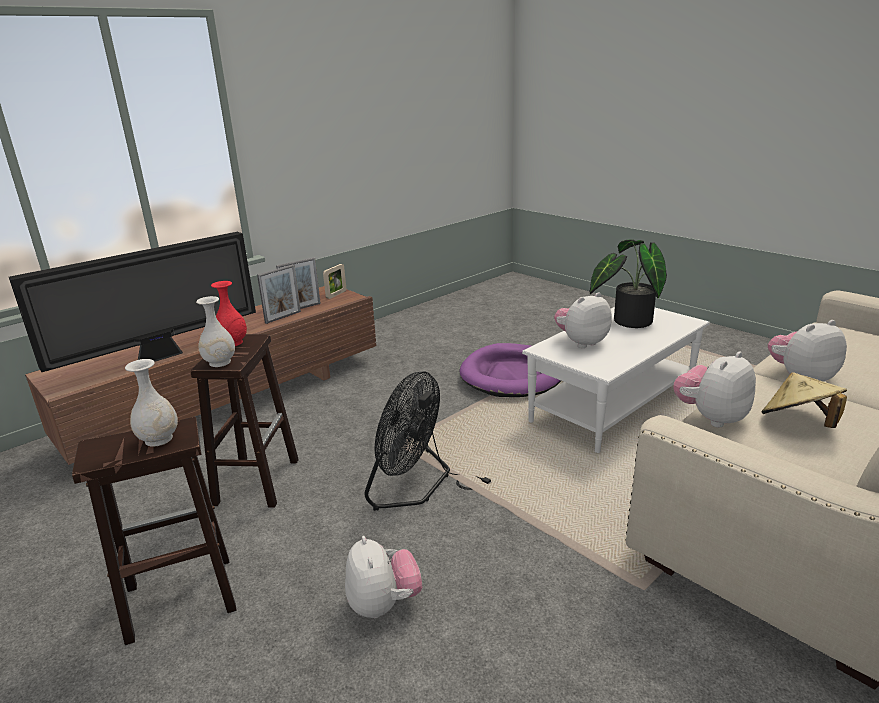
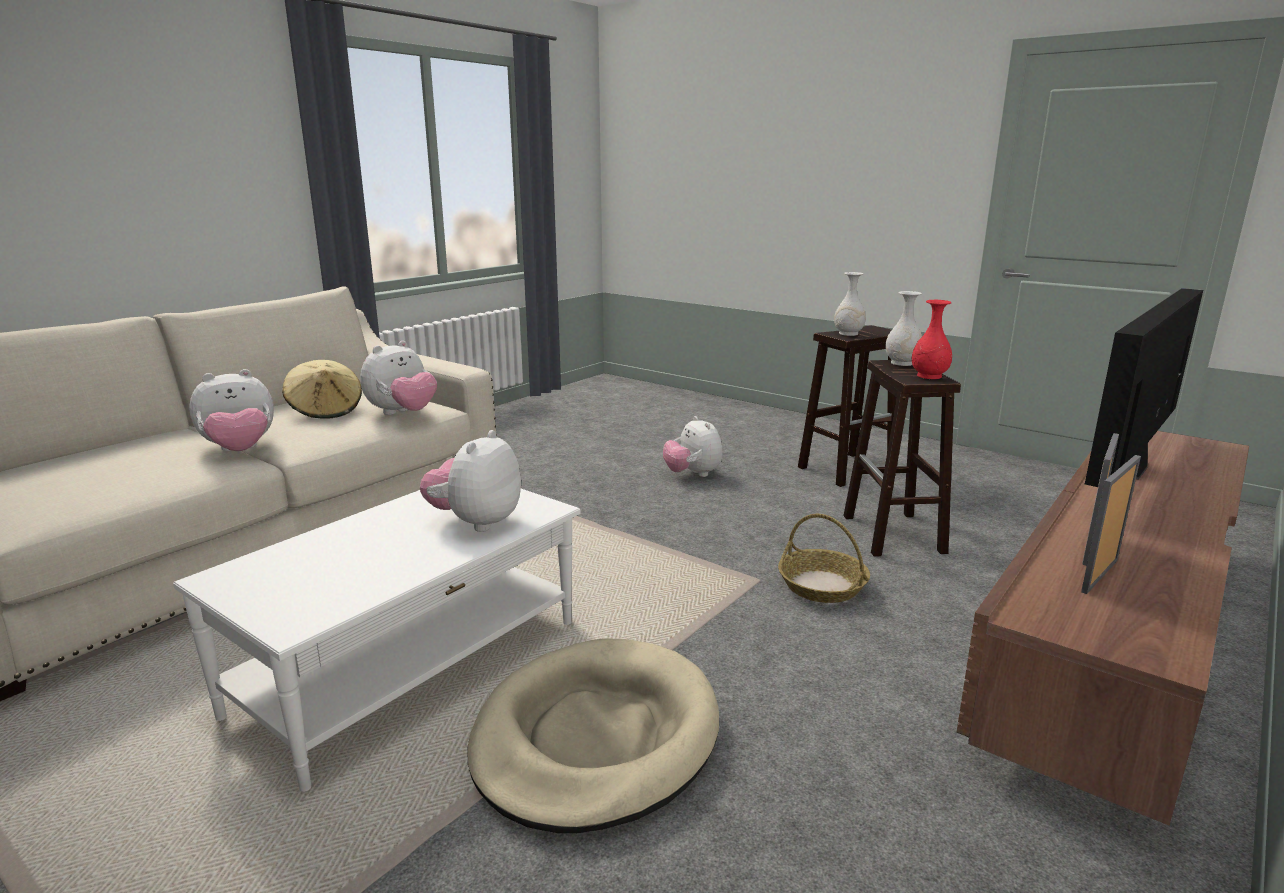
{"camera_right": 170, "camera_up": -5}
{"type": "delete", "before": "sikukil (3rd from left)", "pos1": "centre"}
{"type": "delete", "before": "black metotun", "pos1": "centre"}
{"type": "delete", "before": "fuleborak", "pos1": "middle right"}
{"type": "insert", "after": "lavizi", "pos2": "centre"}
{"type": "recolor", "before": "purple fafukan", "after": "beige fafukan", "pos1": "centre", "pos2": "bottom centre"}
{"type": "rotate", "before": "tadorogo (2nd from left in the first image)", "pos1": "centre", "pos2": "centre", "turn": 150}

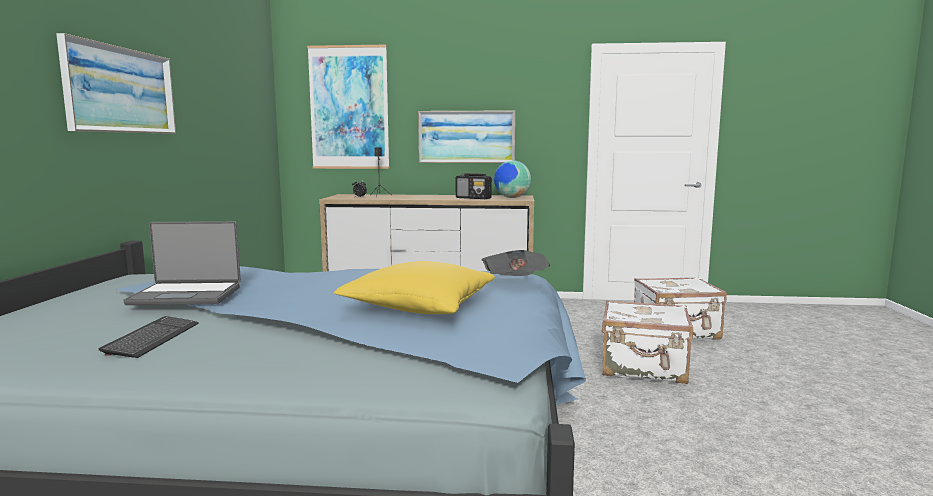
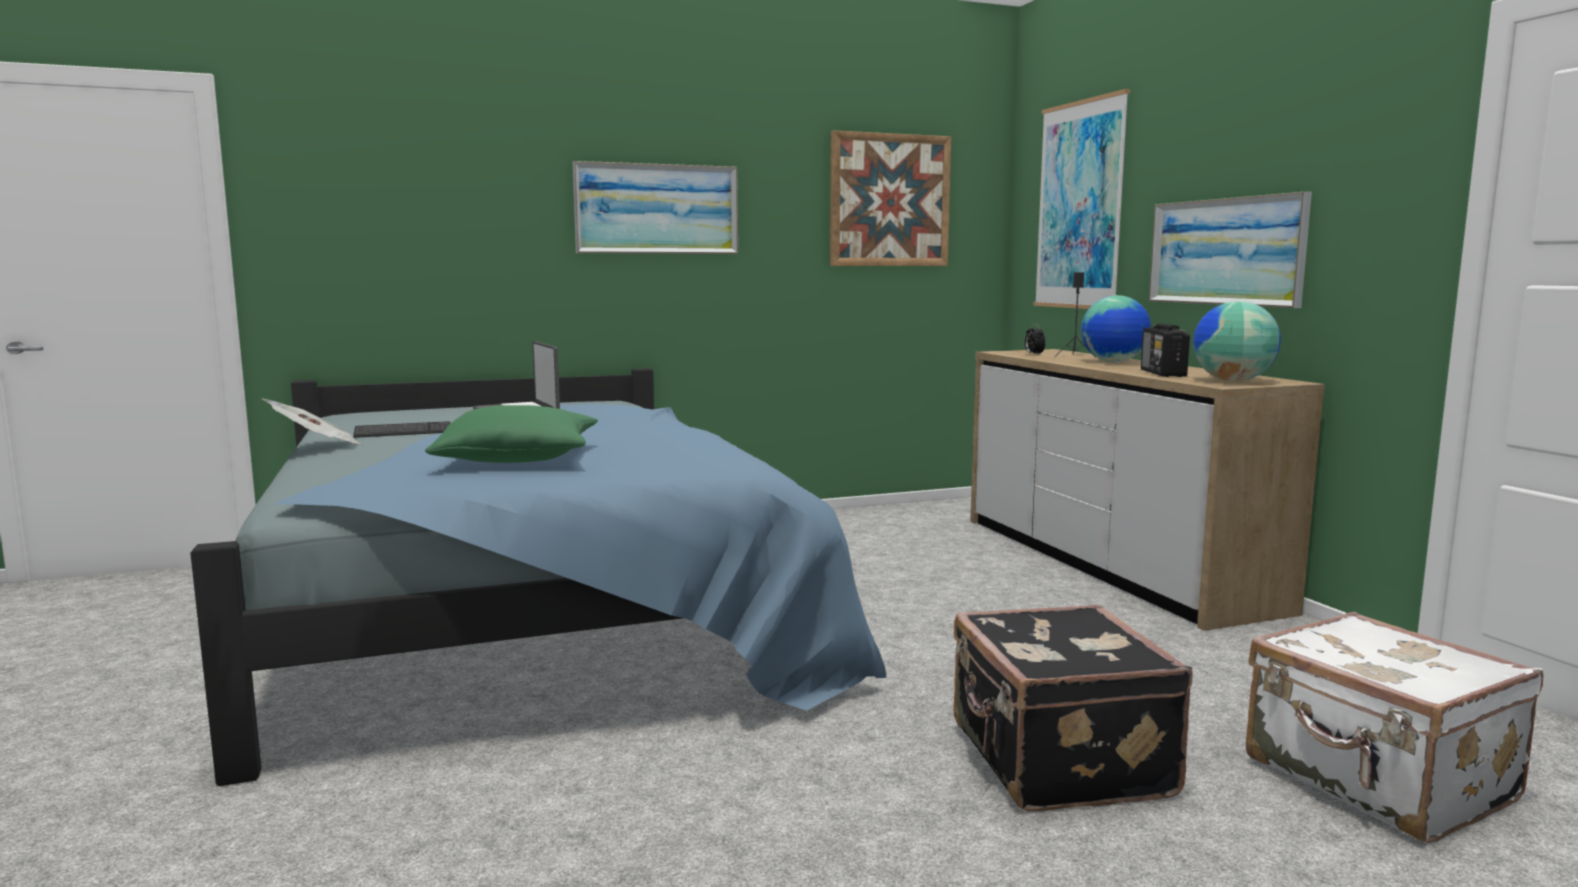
{"camera_right": 65, "camera_up": 0}
{"type": "insert", "after": "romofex (2nd from left)", "pos2": "top centre"}
{"type": "insert", "after": "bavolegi (1st from left)", "pos2": "middle right"}
{"type": "move", "before": "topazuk", "pos1": "centre", "pos2": "middle left"}
{"type": "recolor", "before": "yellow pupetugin", "after": "green pupetugin", "pos1": "centre", "pos2": "middle left"}
{"type": "recolor", "before": "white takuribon (1st from left)", "after": "black takuribon", "pos1": "bottom right", "pos2": "bottom right"}

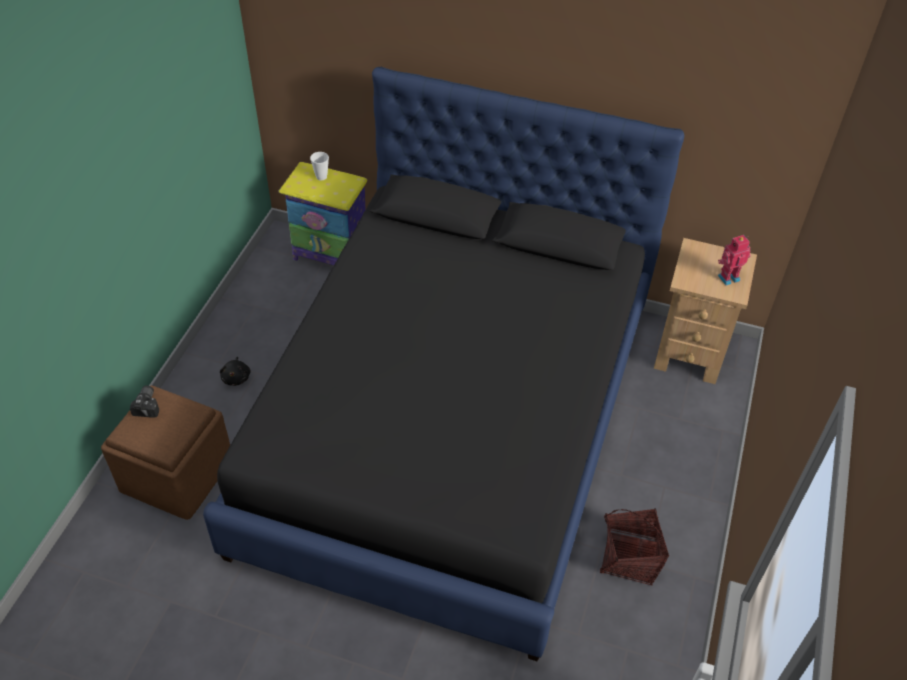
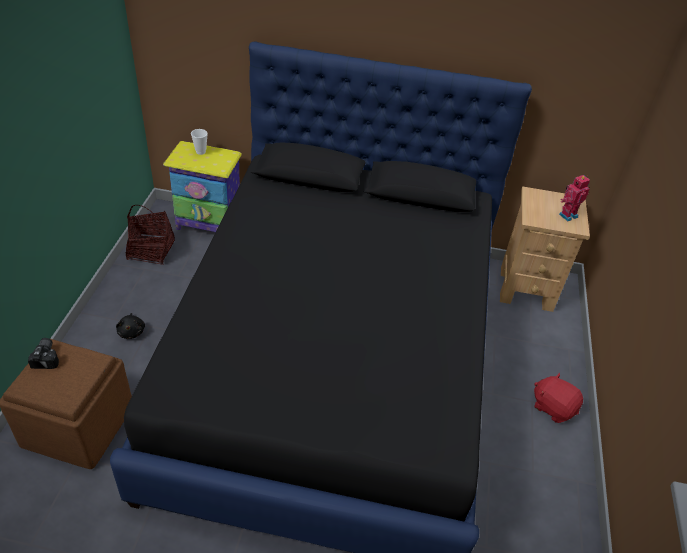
{"camera_right": -10, "camera_up": -5}
{"type": "insert", "after": "red tadorogo", "pos2": "bottom right"}
{"type": "move", "before": "lavizi", "pos1": "bottom right", "pos2": "middle left"}

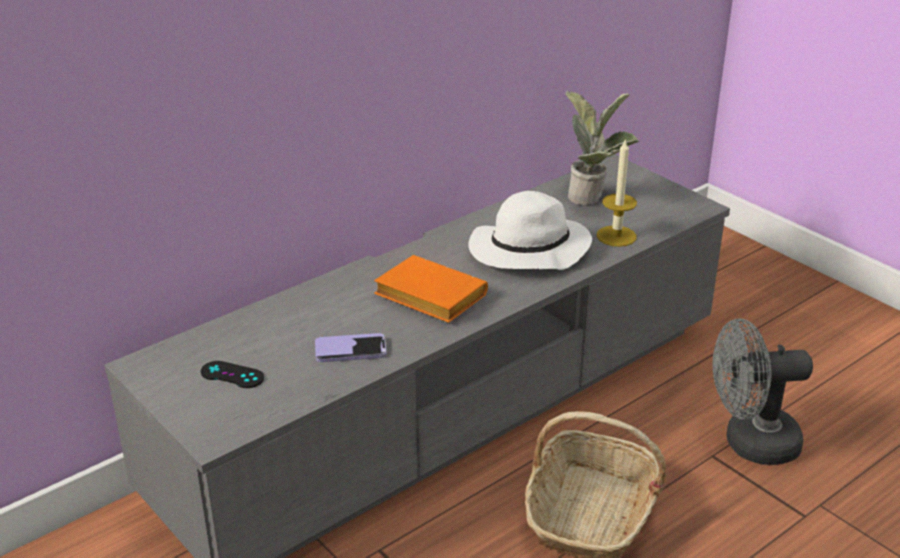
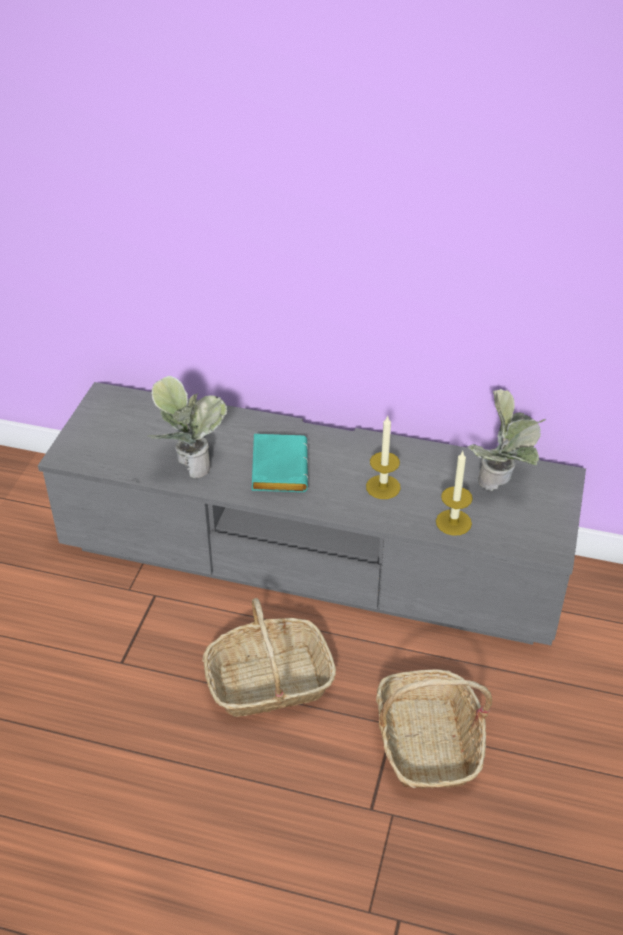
{"camera_right": 55, "camera_up": 10}
{"type": "delete", "before": "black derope", "pos1": "bottom left"}
{"type": "replace", "before": "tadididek", "after": "fuleborak (1st from left)", "pos1": "centre", "pos2": "middle left"}
{"type": "replace", "before": "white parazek", "after": "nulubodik (1st from left)", "pos1": "centre", "pos2": "centre"}
{"type": "replace", "before": "grey metotun", "after": "lavizi (2nd from left)", "pos1": "bottom right", "pos2": "bottom right"}
{"type": "recolor", "before": "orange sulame", "after": "turquoise sulame", "pos1": "centre", "pos2": "centre"}

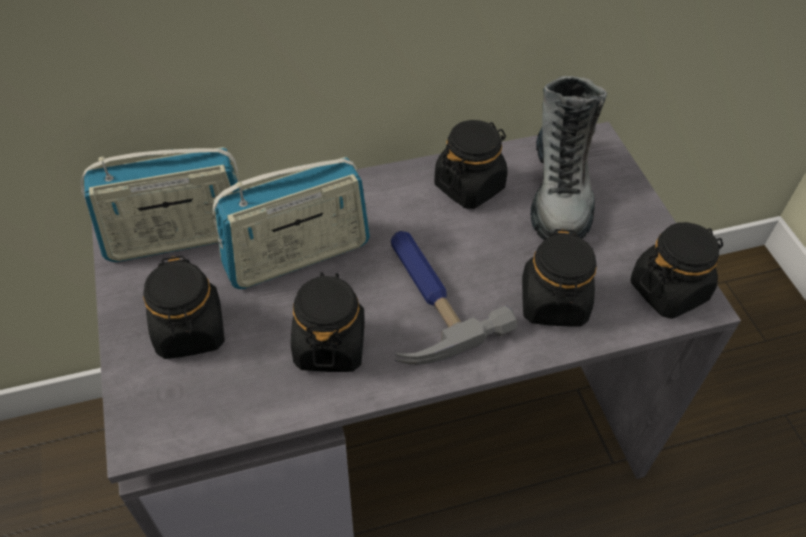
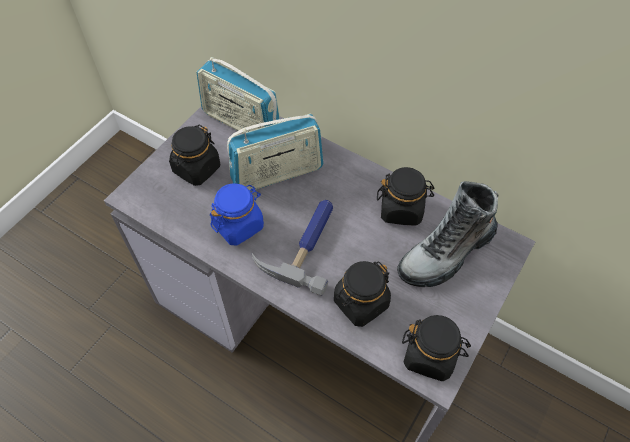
{"camera_right": 50, "camera_up": 5}
{"type": "recolor", "before": "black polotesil (2nd from left)", "after": "blue polotesil", "pos1": "centre", "pos2": "centre"}
{"type": "rotate", "before": "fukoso (2nd from left)", "pos1": "centre", "pos2": "centre", "turn": -45}

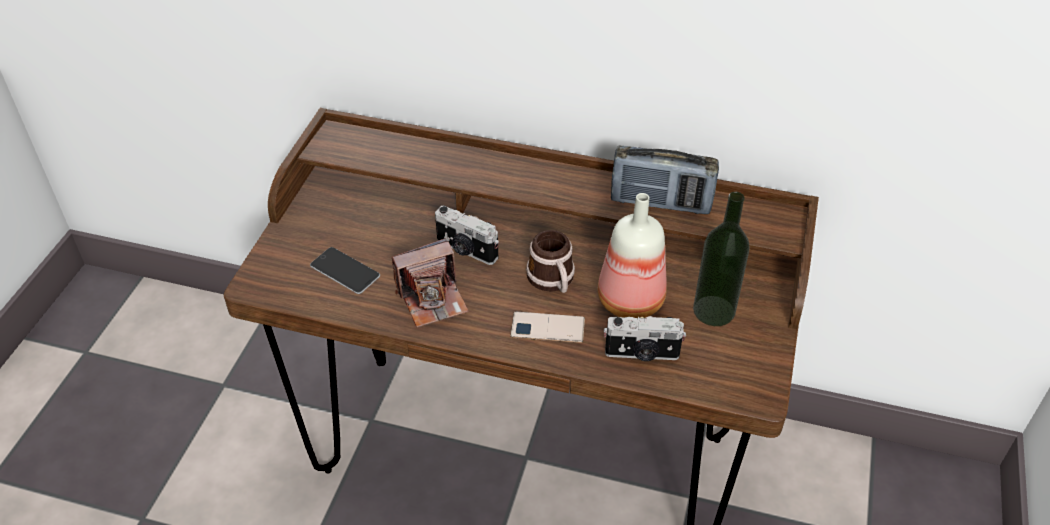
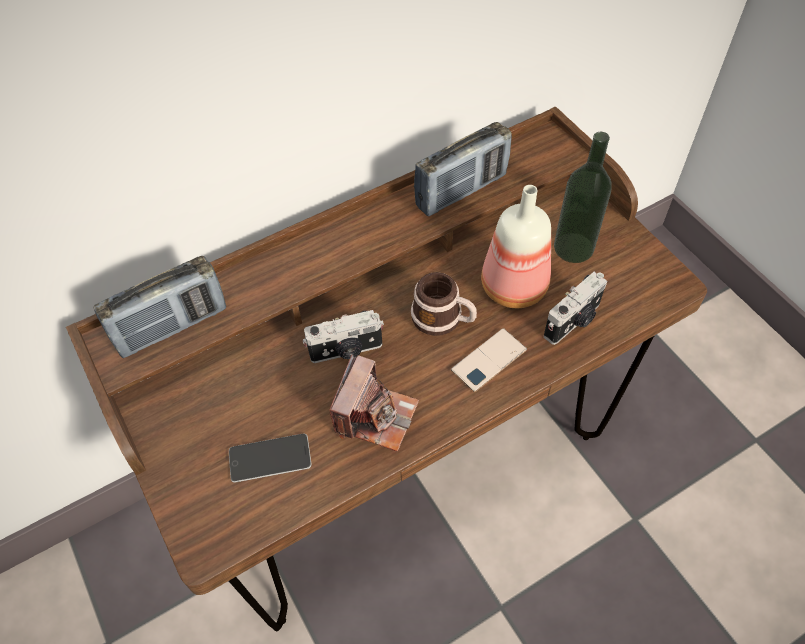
{"camera_right": -45, "camera_up": 10}
{"type": "insert", "after": "fukoso (1st from left)", "pos2": "middle left"}

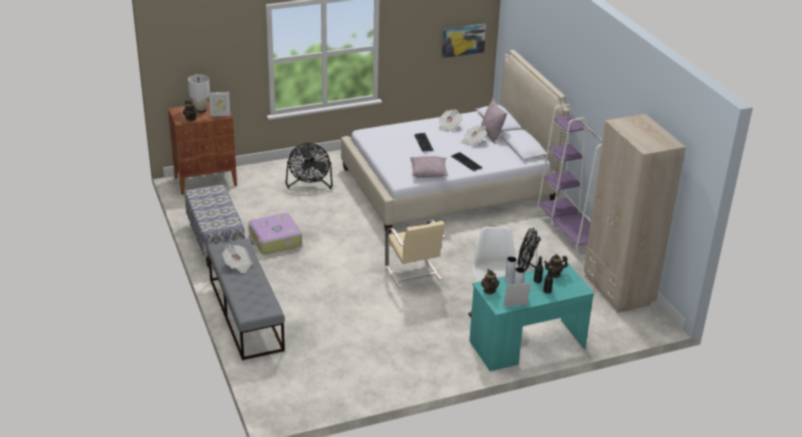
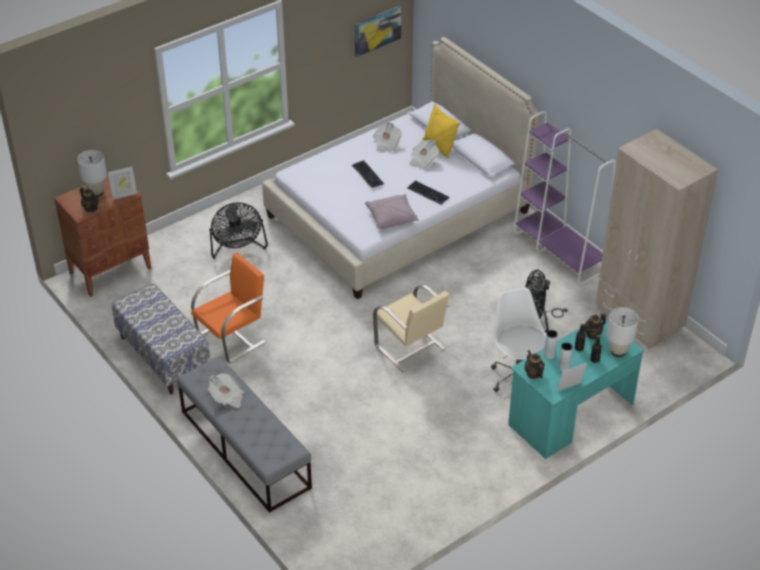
{"camera_right": -15, "camera_up": 10}
{"type": "insert", "after": "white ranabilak (2nd from left)", "pos2": "middle right"}
{"type": "replace", "before": "takuribon", "after": "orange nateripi", "pos1": "centre", "pos2": "middle left"}
{"type": "recolor", "before": "purple pupetugin (2nd from left)", "after": "yellow pupetugin", "pos1": "top centre", "pos2": "top centre"}

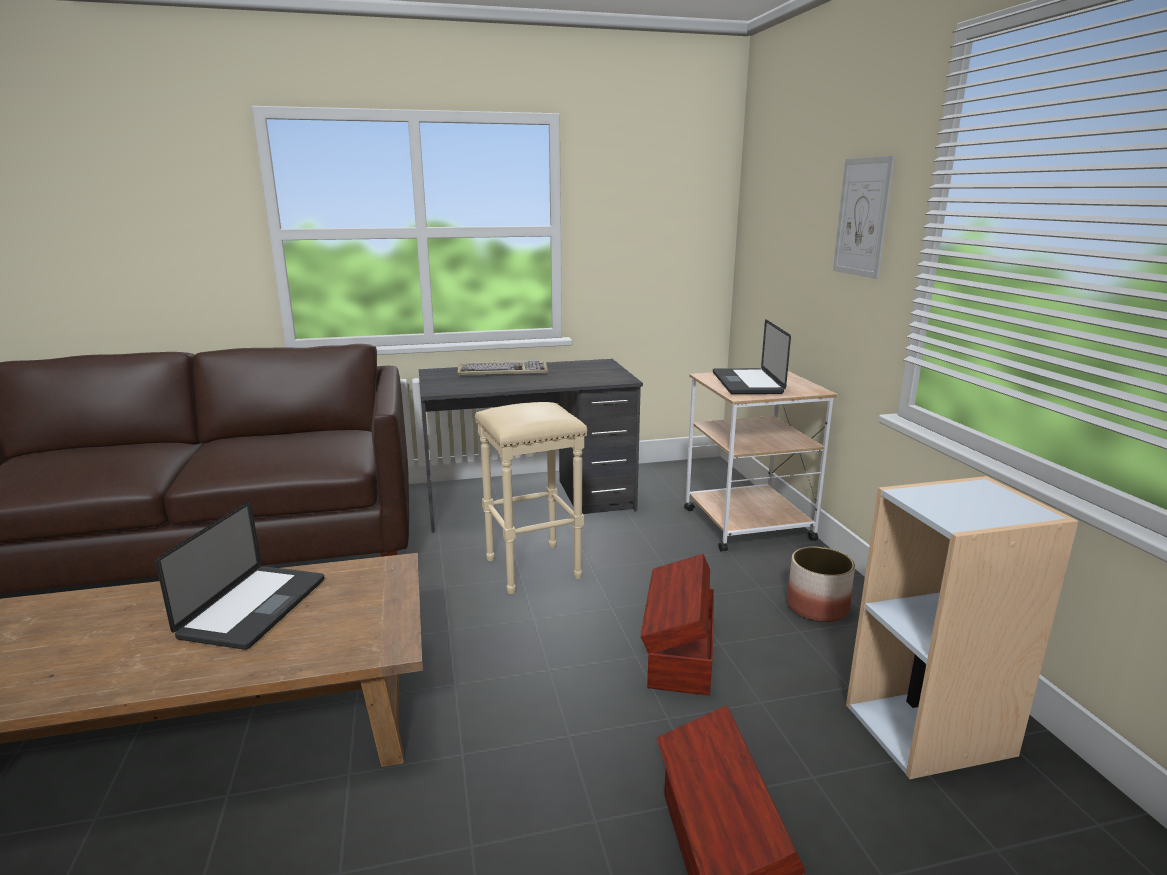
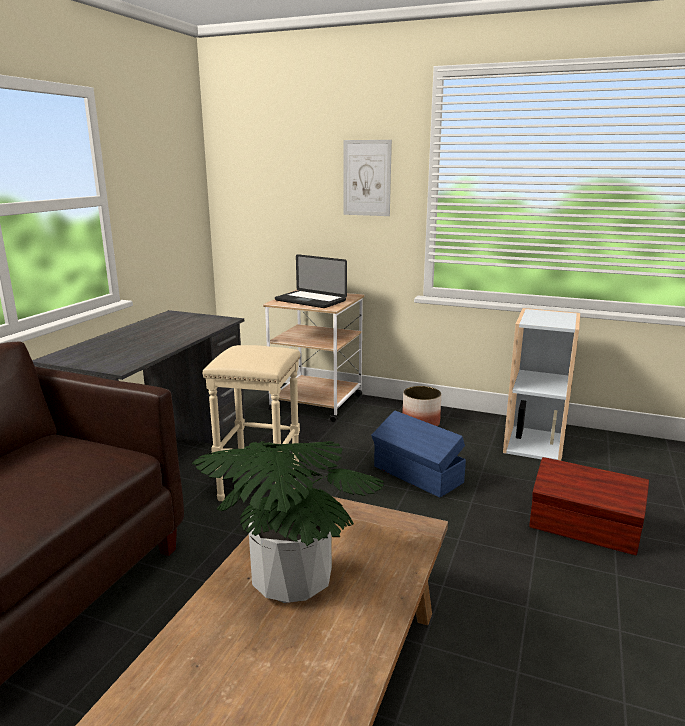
{"camera_right": -55, "camera_up": 0}
{"type": "delete", "before": "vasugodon", "pos1": "centre"}
{"type": "replace", "before": "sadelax (1st from left)", "after": "fuleborak", "pos1": "middle left", "pos2": "bottom centre"}
{"type": "recolor", "before": "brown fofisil (1st from left)", "after": "blue fofisil", "pos1": "bottom centre", "pos2": "centre"}

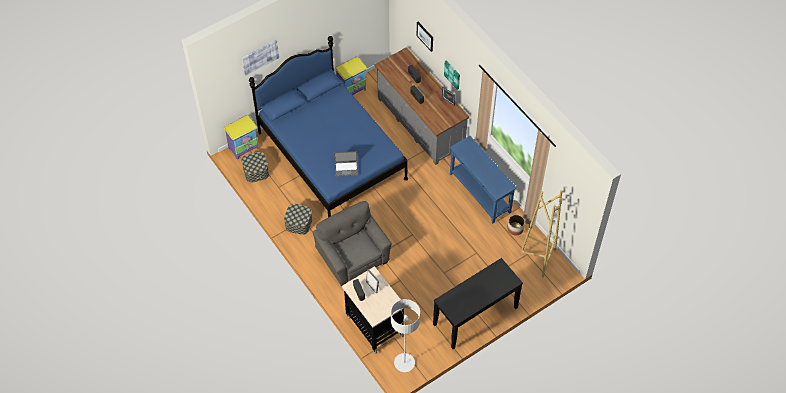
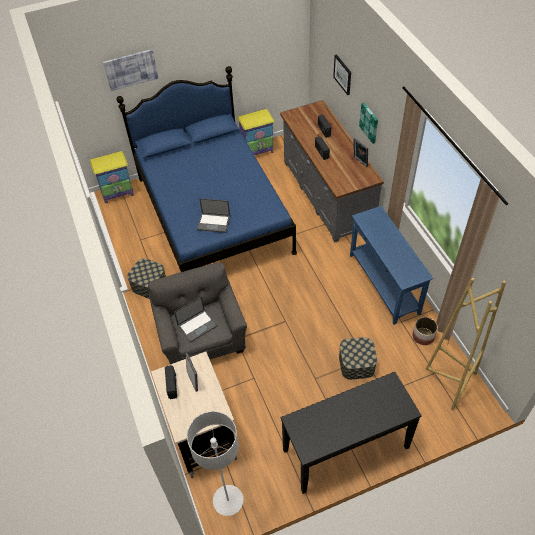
{"camera_right": 15, "camera_up": -5}
{"type": "insert", "after": "sadelax (1st from left)", "pos2": "centre"}
{"type": "move", "before": "fofisil (1st from left in the first image)", "after": "fofisil (2nd from left)", "pos1": "middle left", "pos2": "bottom right"}

